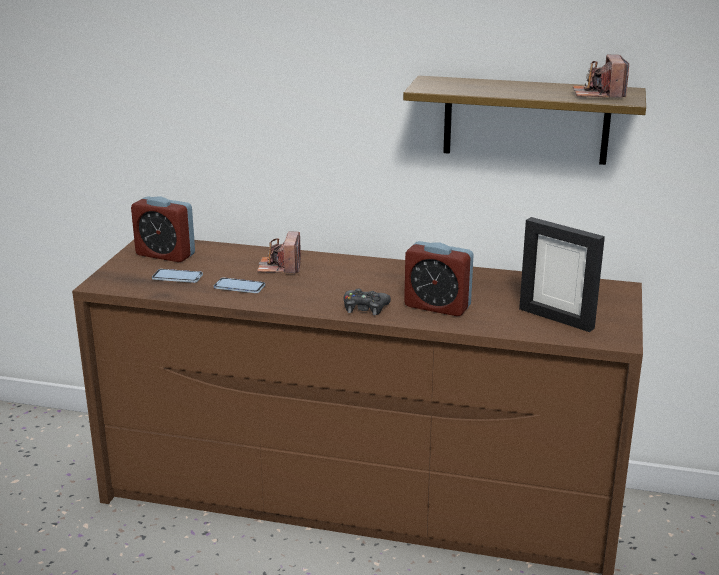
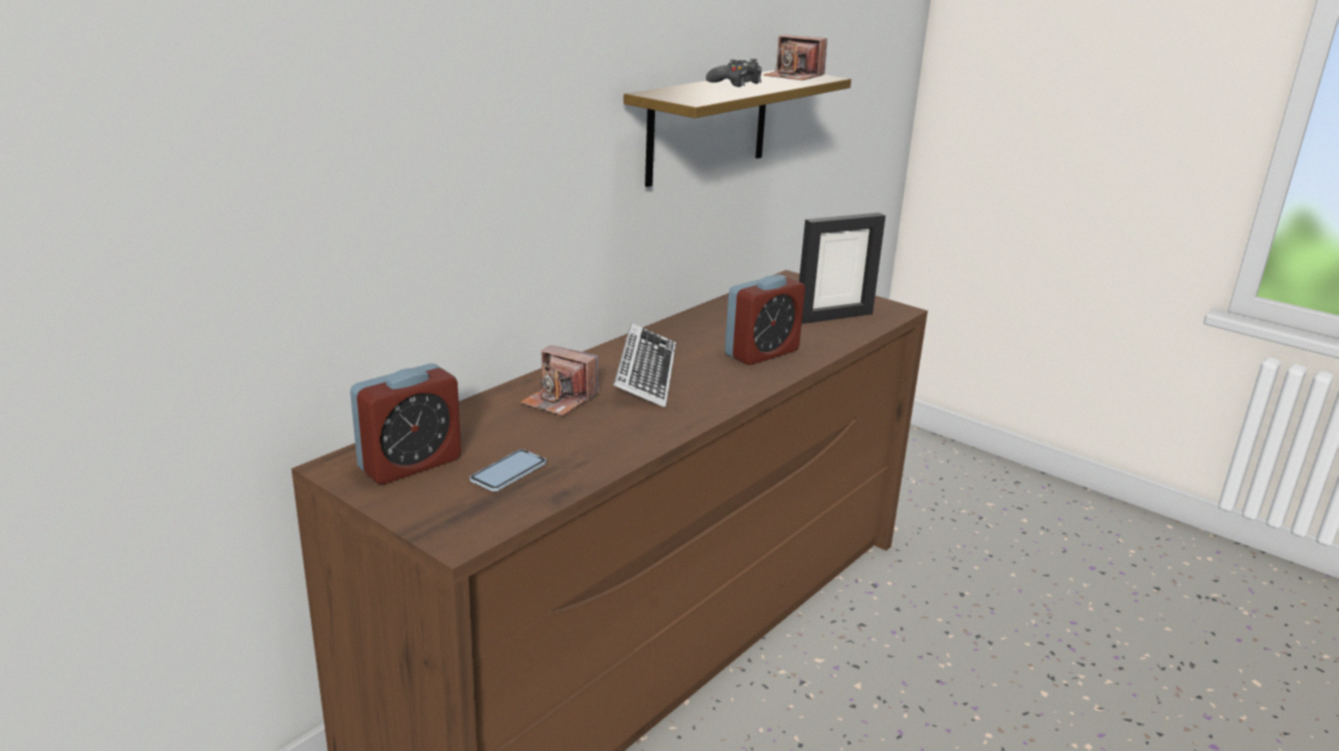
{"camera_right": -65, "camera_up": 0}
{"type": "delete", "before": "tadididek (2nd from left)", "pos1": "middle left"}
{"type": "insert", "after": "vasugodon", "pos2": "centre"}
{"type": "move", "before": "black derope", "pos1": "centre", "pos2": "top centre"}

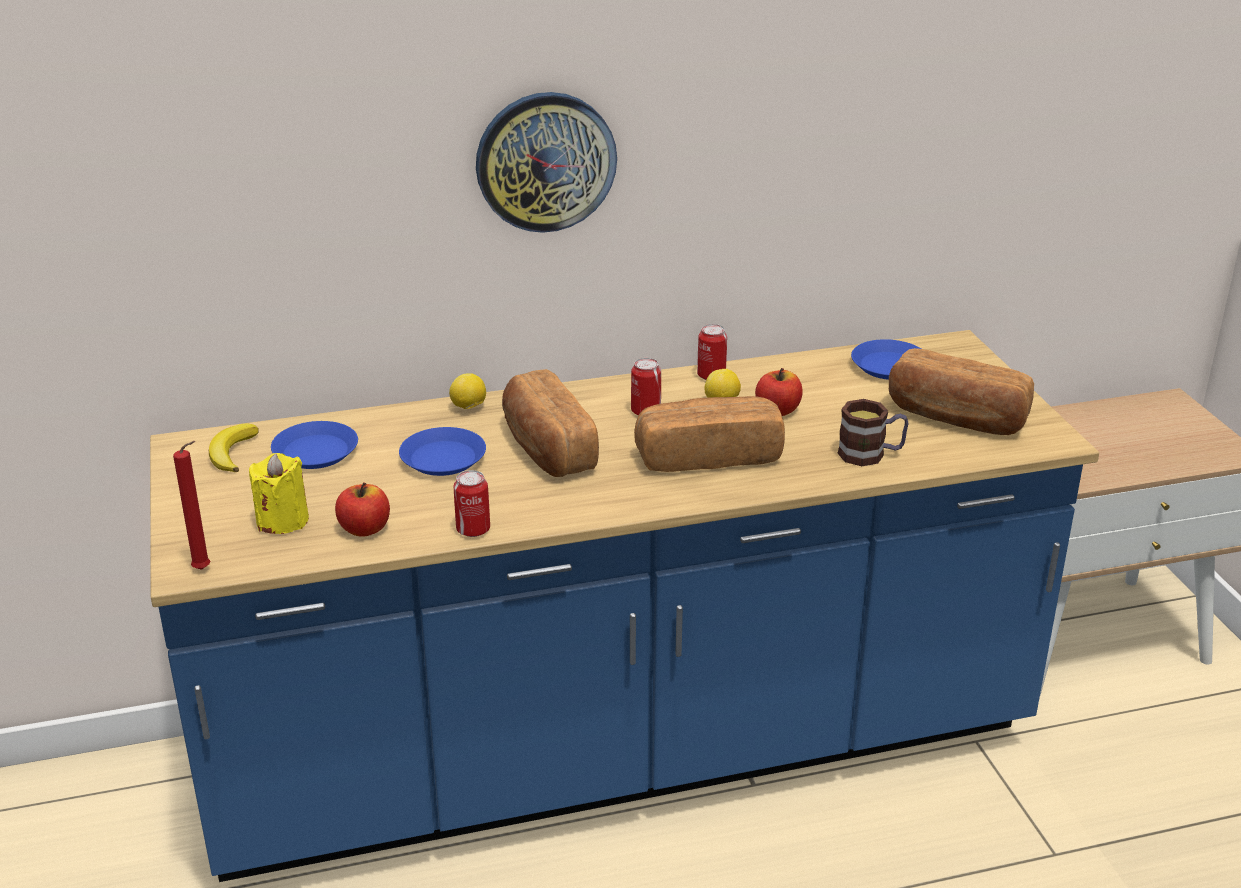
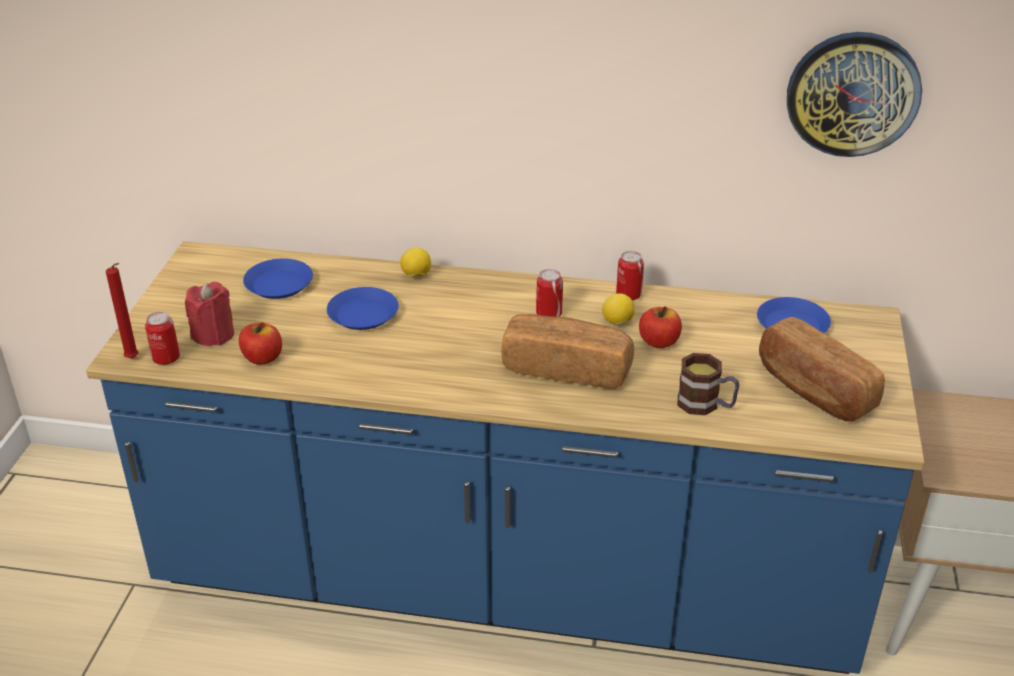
{"camera_right": 25, "camera_up": 5}
{"type": "delete", "before": "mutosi", "pos1": "middle left"}
{"type": "delete", "before": "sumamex (1st from left)", "pos1": "centre"}
{"type": "move", "before": "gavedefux (1st from left)", "pos1": "centre", "pos2": "middle left"}
{"type": "move", "before": "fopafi", "pos1": "top centre", "pos2": "top right"}
{"type": "recolor", "before": "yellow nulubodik", "after": "red nulubodik (2nd from left)", "pos1": "middle left", "pos2": "middle left"}

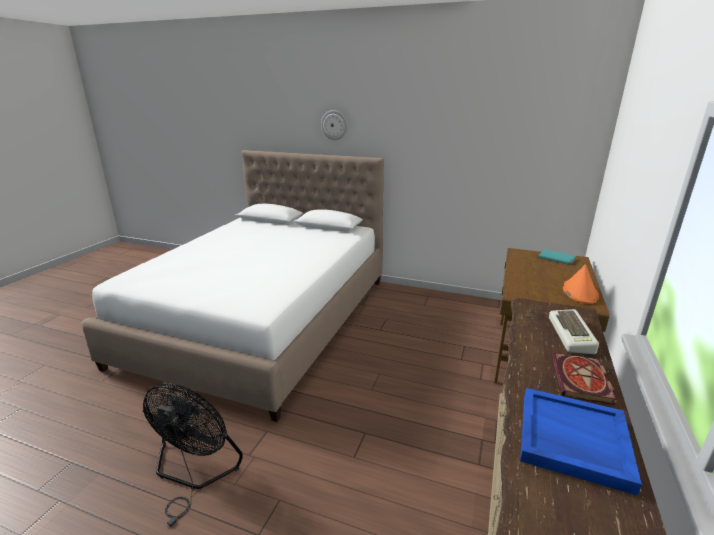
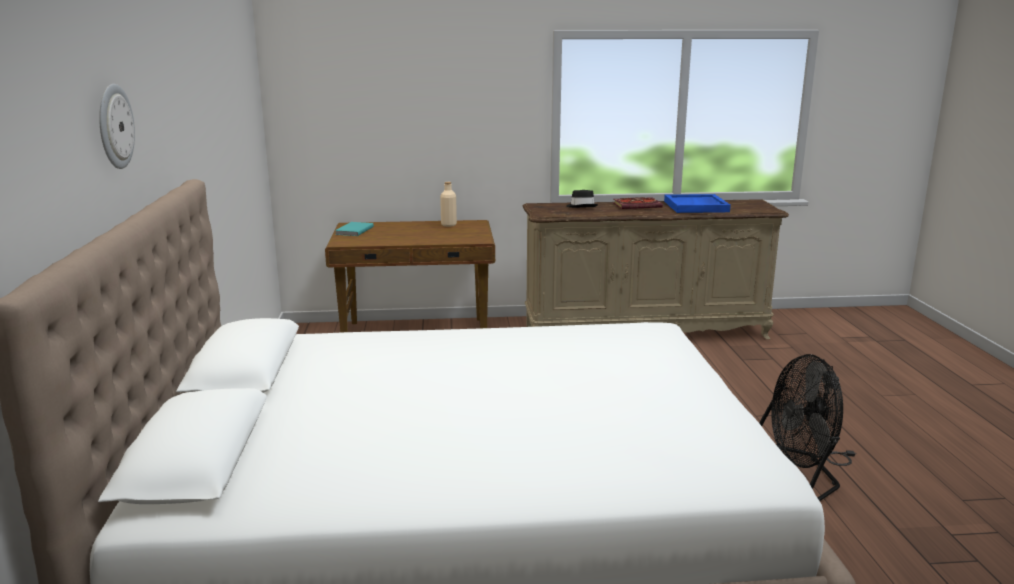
{"camera_right": -115, "camera_up": -5}
{"type": "replace", "before": "vasugodon", "after": "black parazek", "pos1": "middle right", "pos2": "centre"}
{"type": "replace", "before": "orange parazek", "after": "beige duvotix", "pos1": "middle right", "pos2": "centre"}

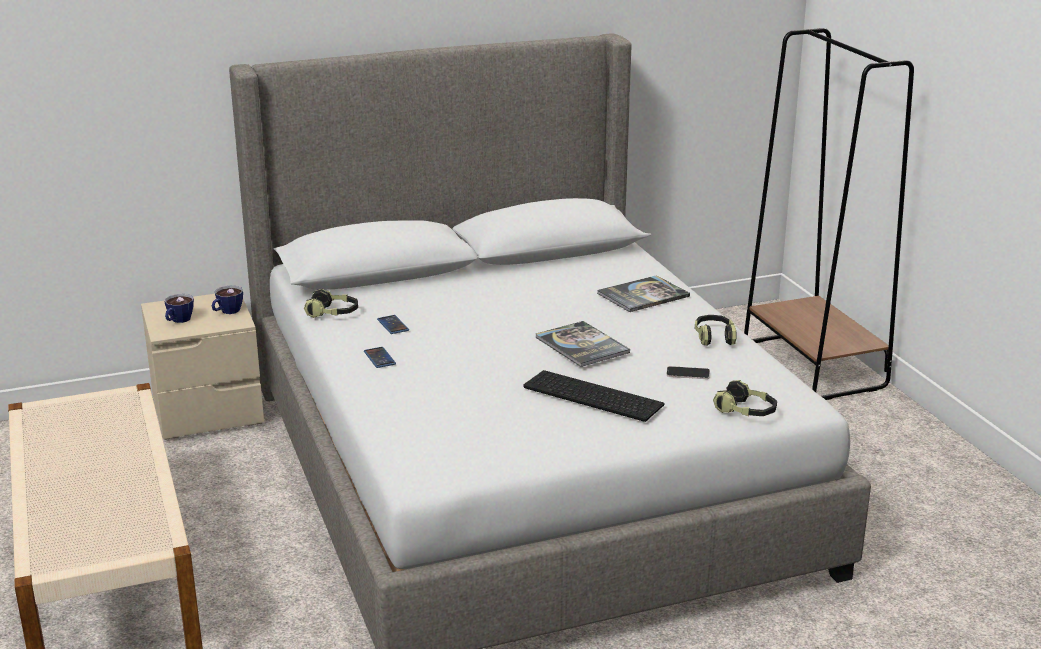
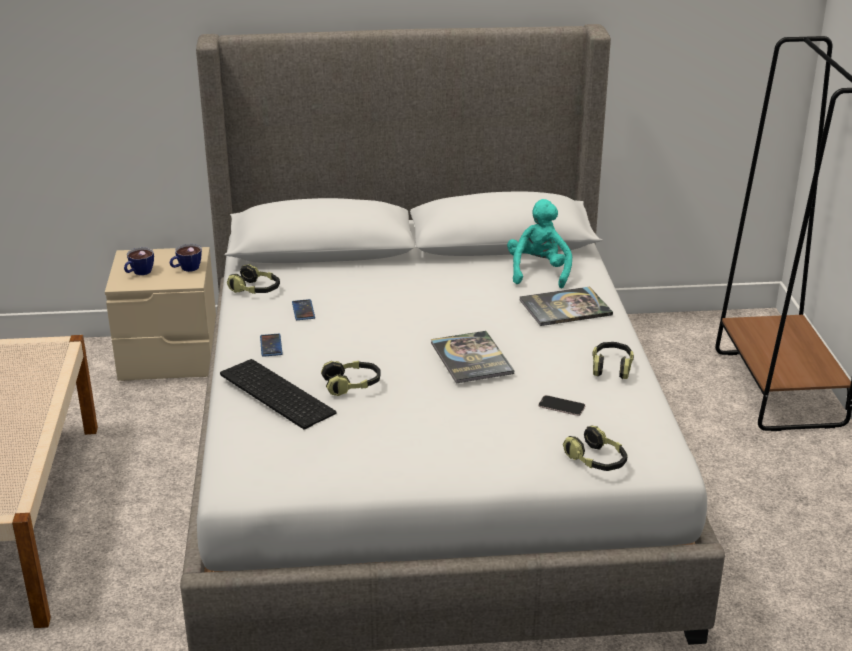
{"camera_right": 15, "camera_up": 5}
{"type": "insert", "after": "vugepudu (2nd from left)", "pos2": "centre"}
{"type": "insert", "after": "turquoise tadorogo", "pos2": "centre"}
{"type": "move", "before": "vasugodon", "pos1": "centre", "pos2": "middle left"}

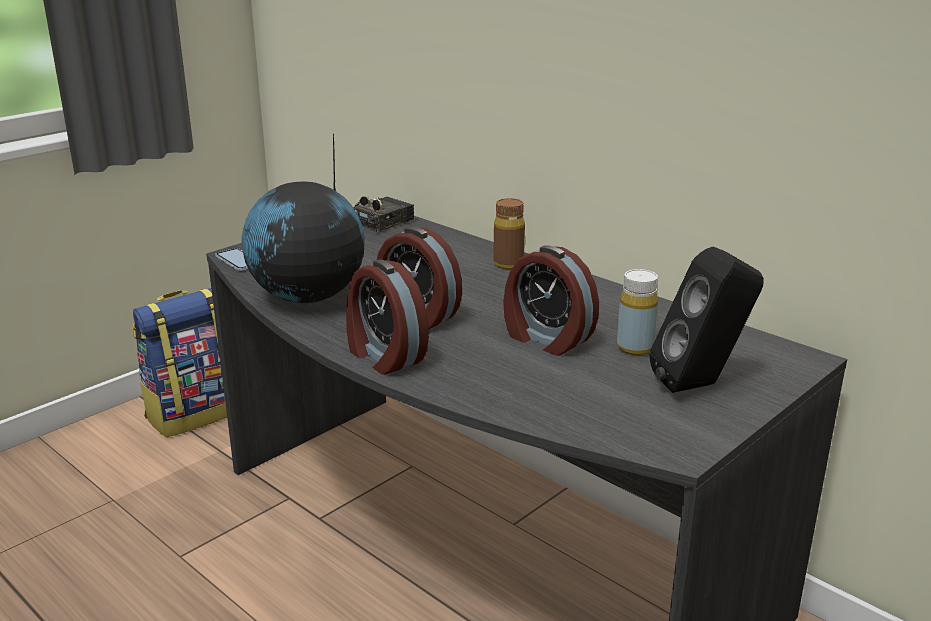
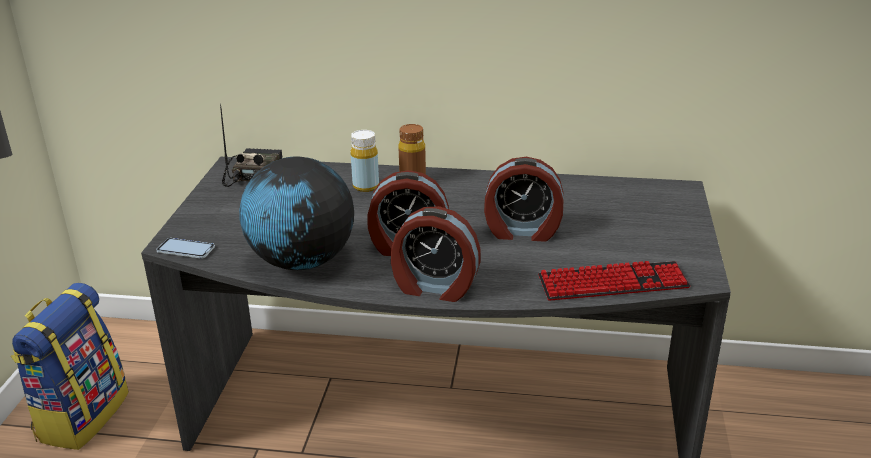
{"camera_right": -35, "camera_up": 5}
{"type": "delete", "before": "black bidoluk", "pos1": "middle right"}
{"type": "insert", "after": "vasugodon", "pos2": "middle right"}
{"type": "move", "before": "yellow duvotix", "pos1": "middle right", "pos2": "centre"}

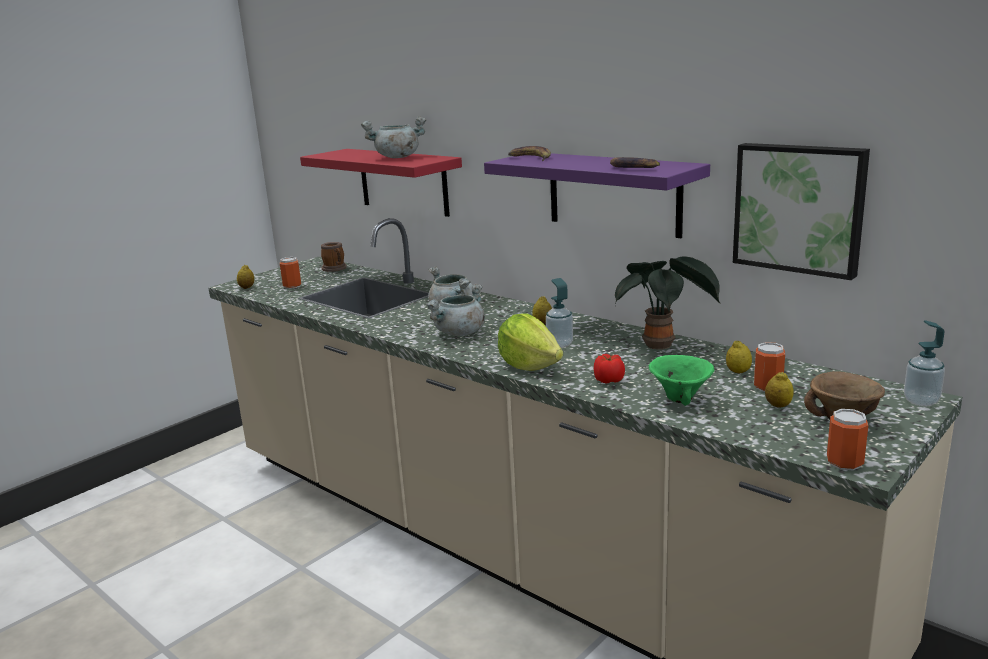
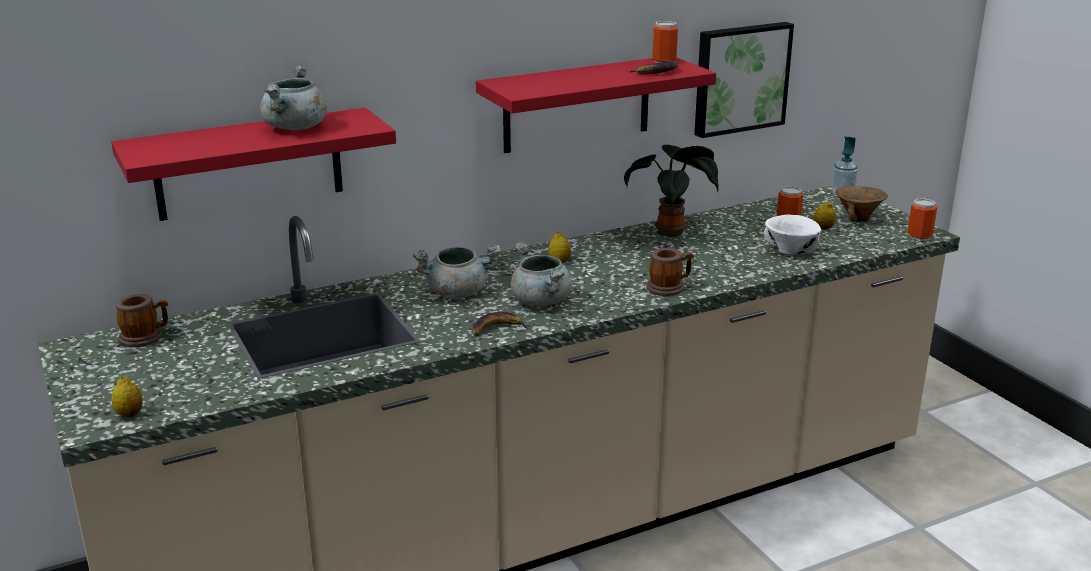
{"camera_right": -70, "camera_up": 5}
{"type": "delete", "before": "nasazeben (1st from left)", "pos1": "centre"}
{"type": "delete", "before": "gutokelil", "pos1": "centre"}
{"type": "delete", "before": "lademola (3rd from left)", "pos1": "middle right"}
{"type": "move", "before": "gavedefux (1st from left)", "pos1": "middle left", "pos2": "top centre"}
{"type": "move", "before": "mutosi (1st from left)", "pos1": "top centre", "pos2": "centre"}
{"type": "replace", "before": "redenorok", "after": "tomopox (2nd from left)", "pos1": "centre", "pos2": "centre"}
{"type": "recolor", "before": "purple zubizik", "after": "red zubizik (2nd from left)", "pos1": "top centre", "pos2": "top centre"}
{"type": "recolor", "before": "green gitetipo", "after": "white gitetipo", "pos1": "middle right", "pos2": "middle right"}

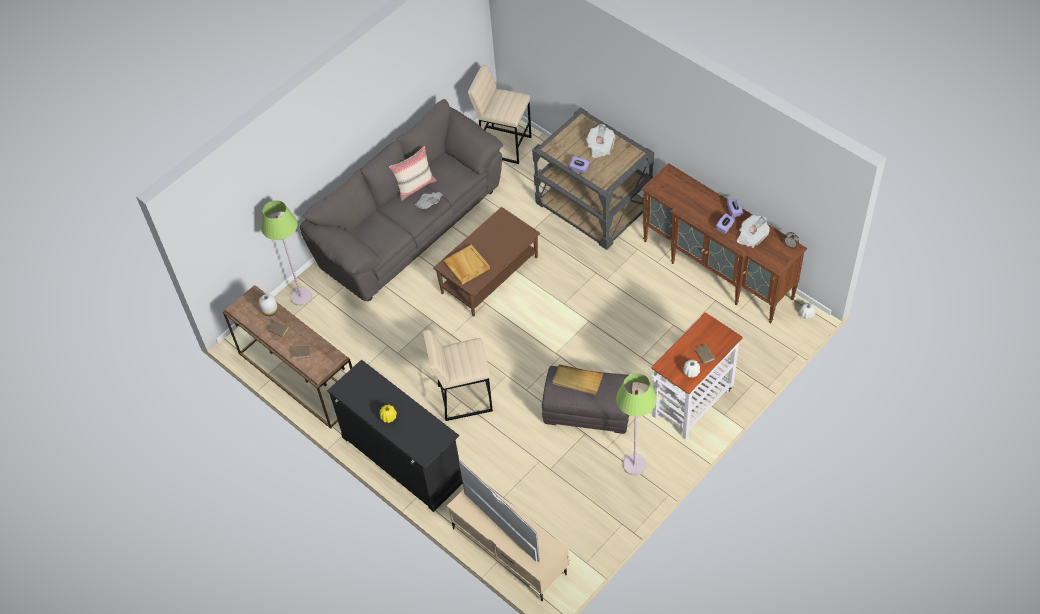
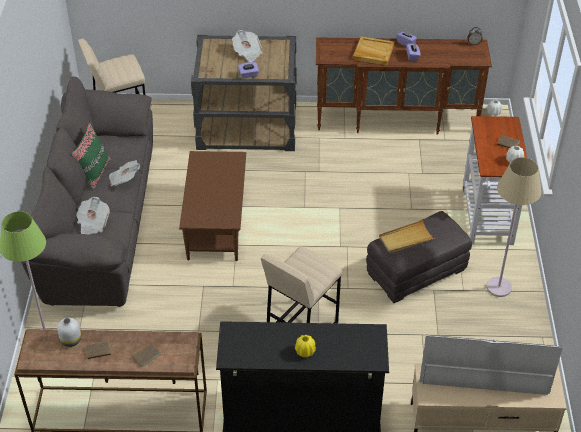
{"camera_right": -45, "camera_up": -10}
{"type": "move", "before": "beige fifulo (1st from left)", "pos1": "centre", "pos2": "top centre"}
{"type": "move", "before": "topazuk (3rd from left in the first image)", "after": "topazuk (1st from left)", "pos1": "middle right", "pos2": "middle left"}
{"type": "recolor", "before": "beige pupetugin", "after": "green pupetugin", "pos1": "top centre", "pos2": "middle left"}
{"type": "recolor", "before": "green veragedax (2nd from left)", "after": "beige veragedax", "pos1": "bottom centre", "pos2": "middle right"}

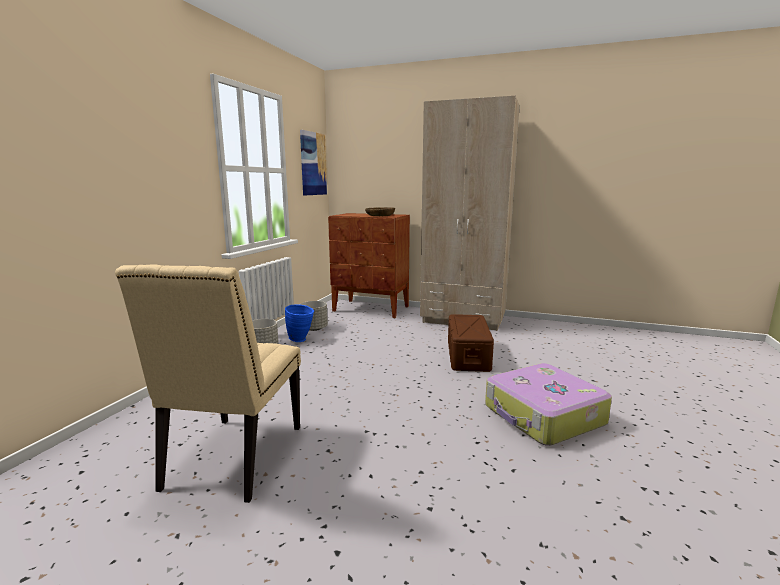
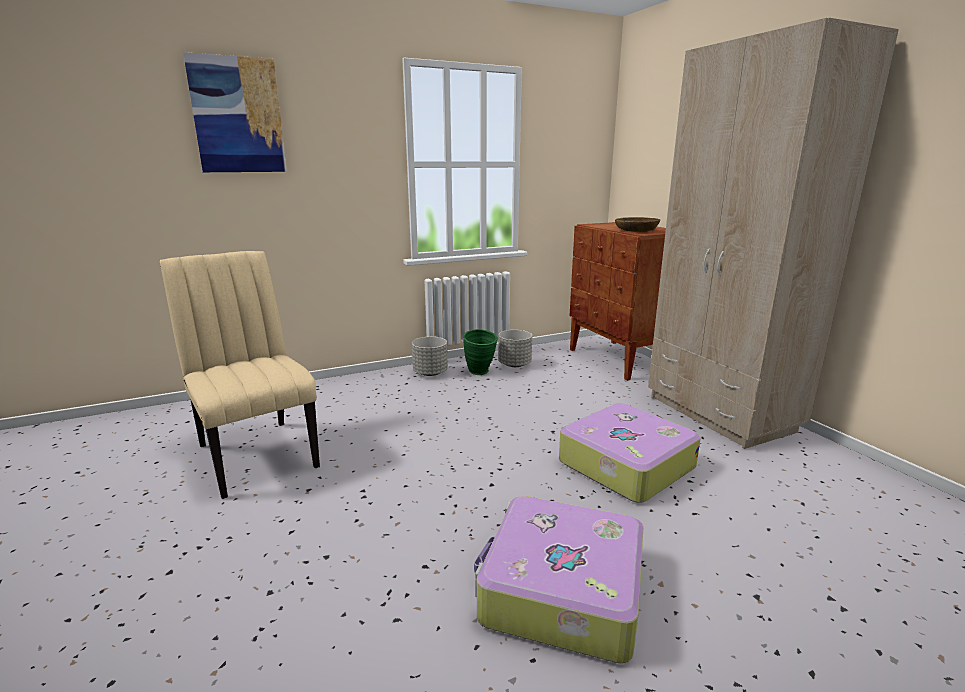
{"camera_right": 45, "camera_up": 5}
{"type": "move", "before": "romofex", "pos1": "top centre", "pos2": "top left"}
{"type": "replace", "before": "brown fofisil", "after": "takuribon (2nd from left)", "pos1": "centre", "pos2": "centre"}
{"type": "recolor", "before": "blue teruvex", "after": "green teruvex", "pos1": "centre", "pos2": "centre"}
{"type": "rotate", "before": "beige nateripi", "pos1": "middle left", "pos2": "middle left", "turn": 90}

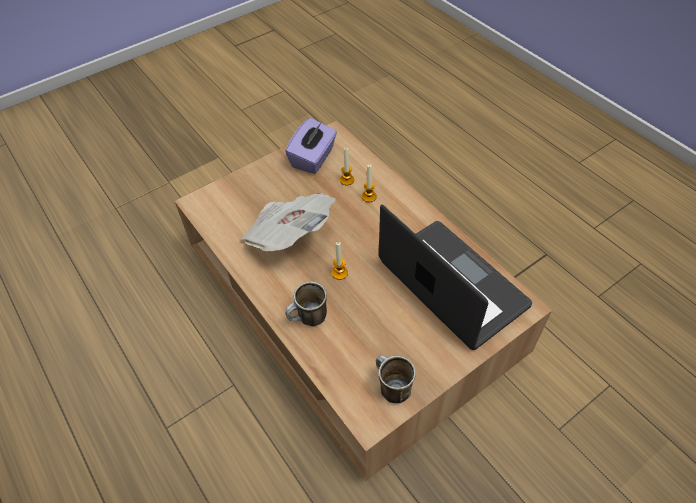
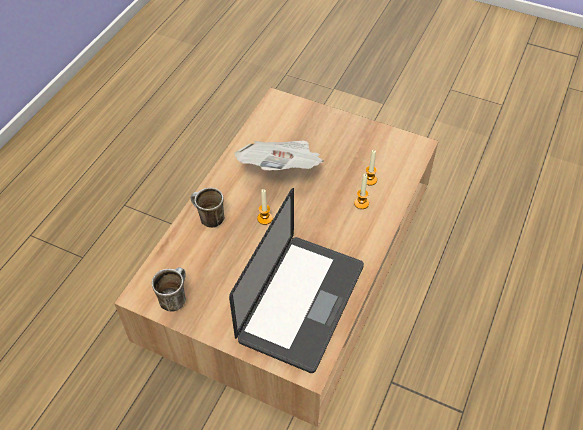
{"camera_right": 60, "camera_up": 0}
{"type": "delete", "before": "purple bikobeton", "pos1": "top centre"}

